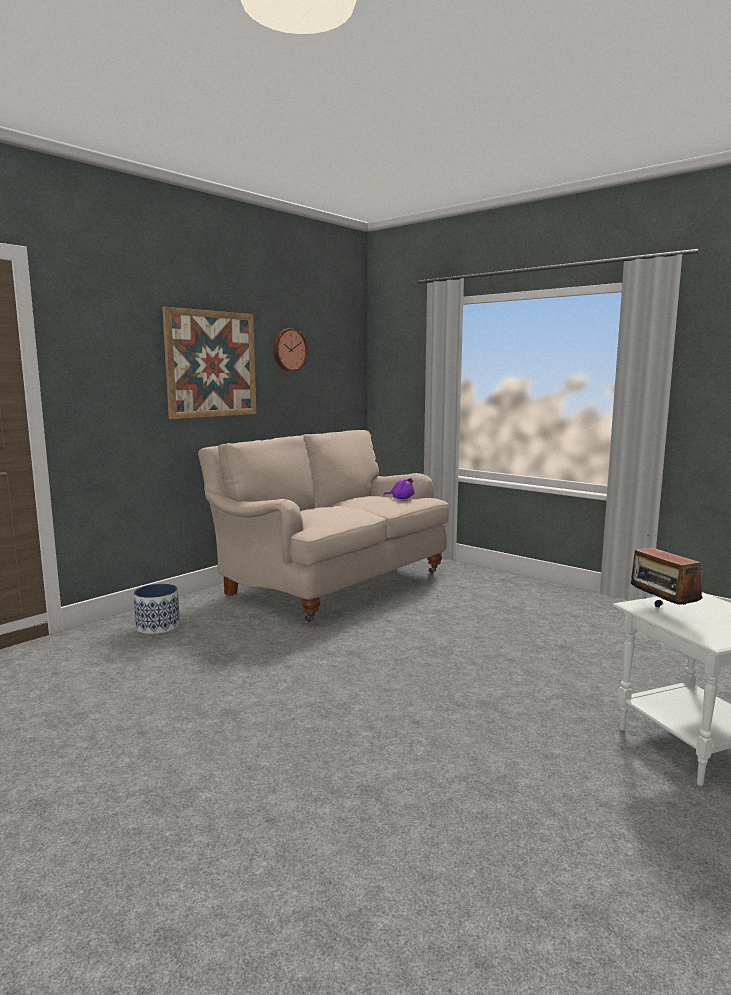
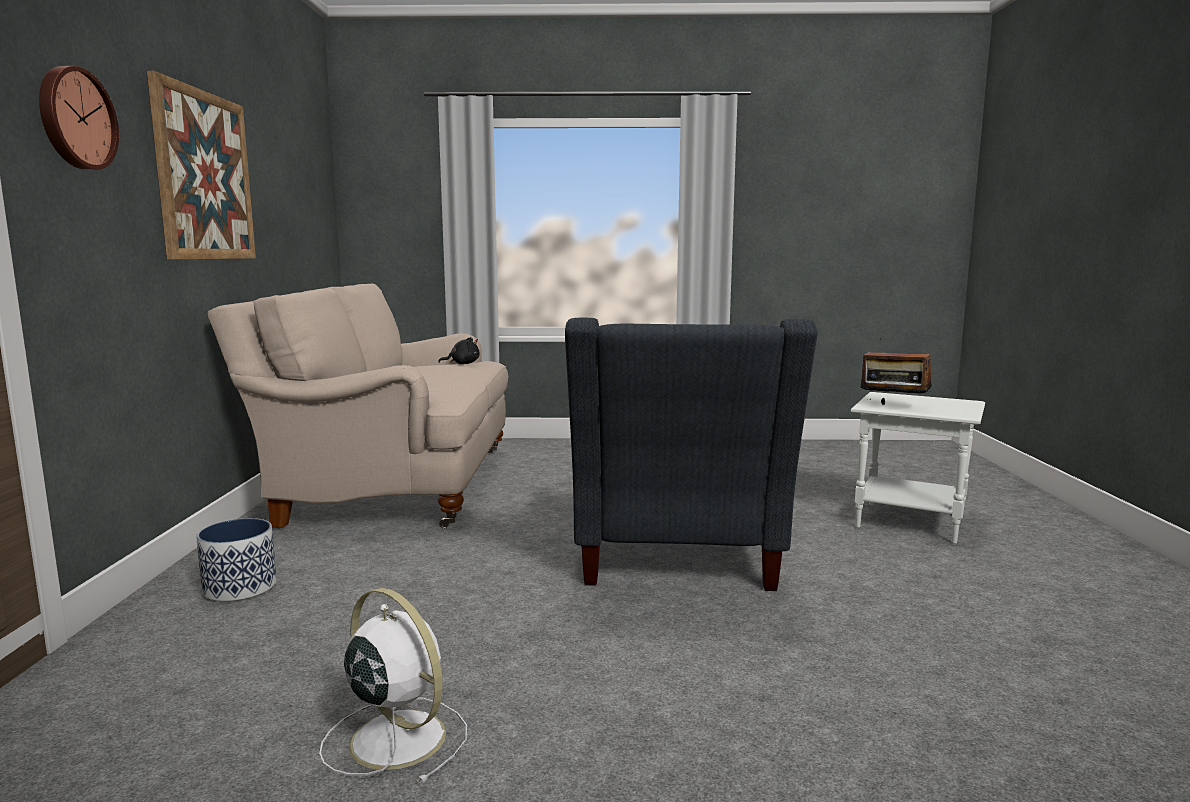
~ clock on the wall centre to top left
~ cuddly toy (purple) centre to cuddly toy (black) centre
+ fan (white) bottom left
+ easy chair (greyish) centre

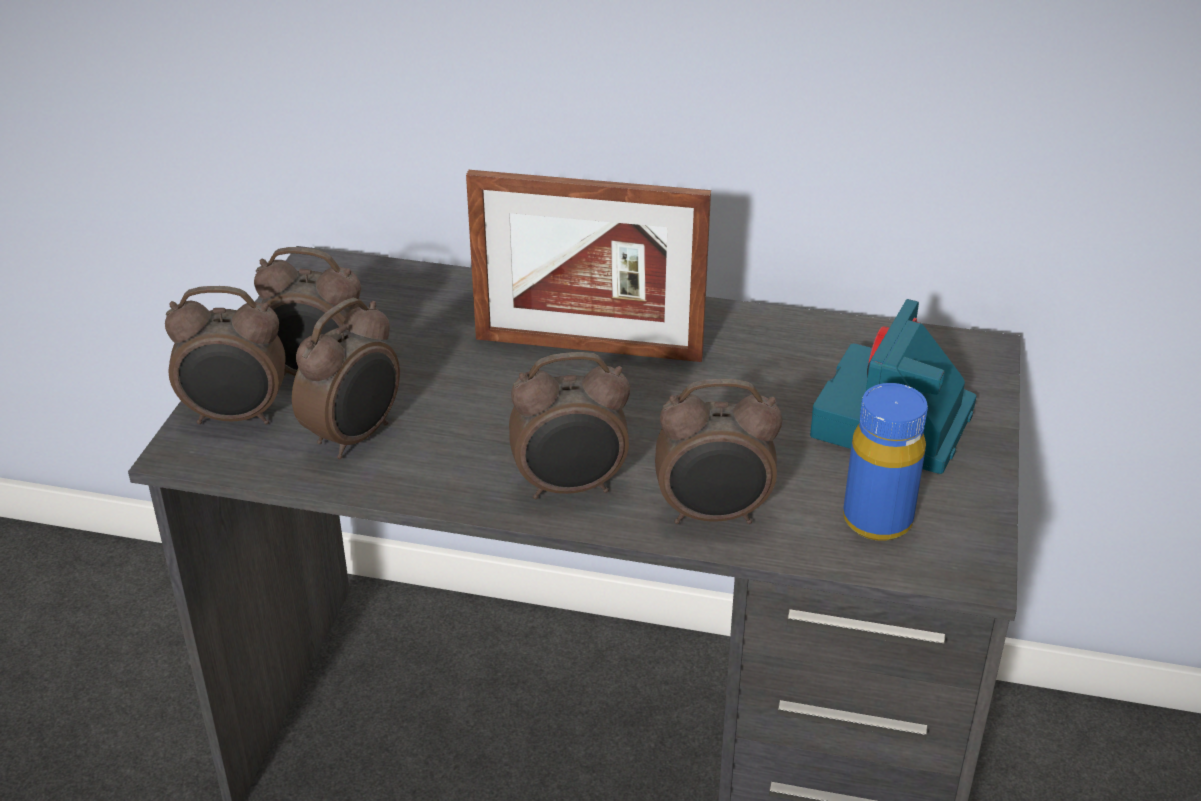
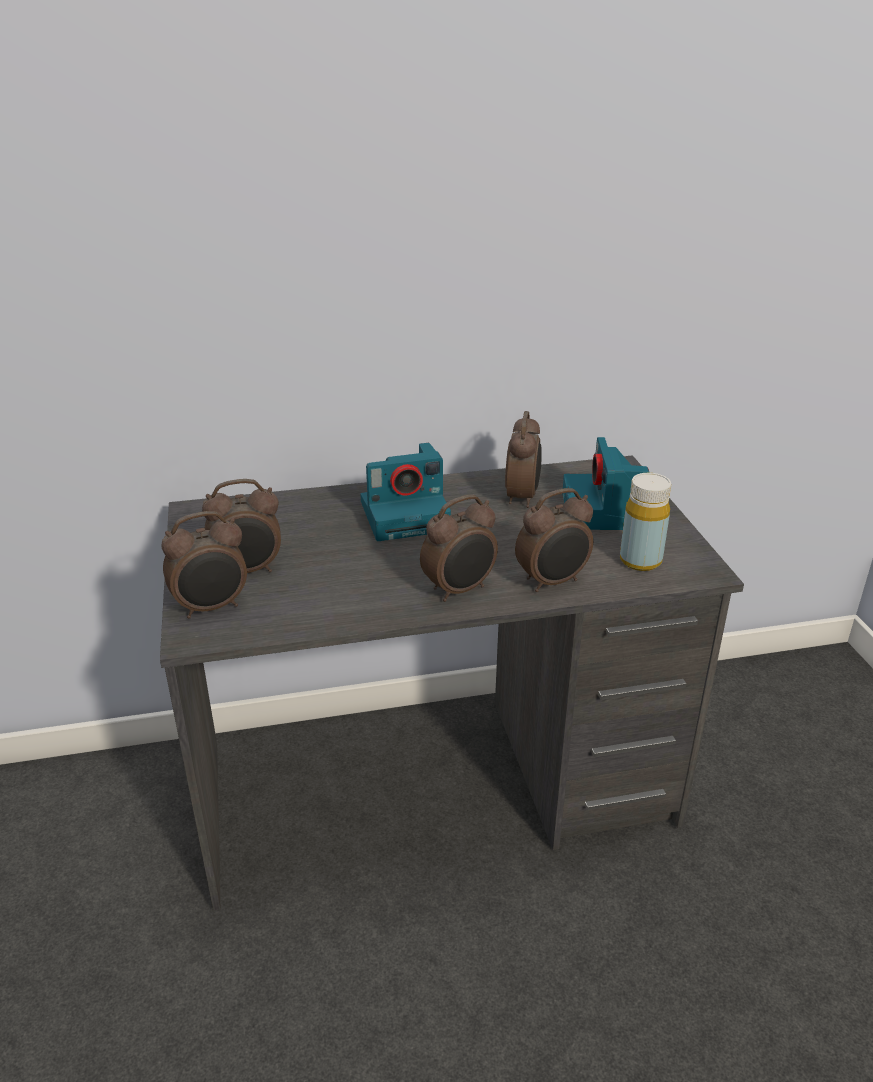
~ table clock (no. 3 from left in the first image) middle left to table clock (no. 4 from left) centre
~ standing frame top centre to still camera (no. 1 from left) centre
~ beverage bottle (blue-coloured) middle right to beverage bottle (yellow-coloured) middle right

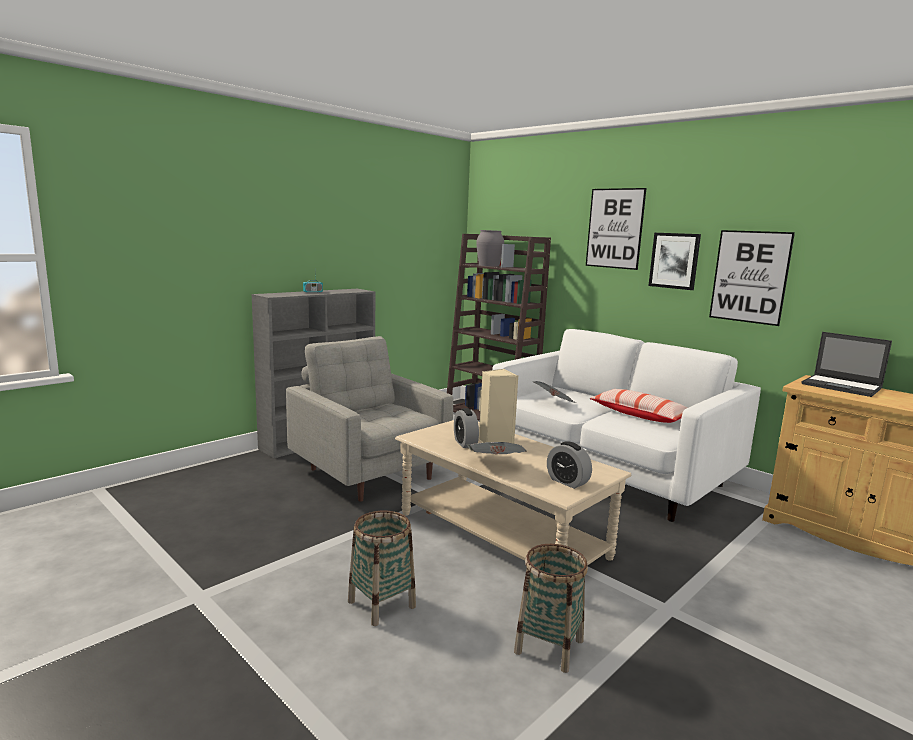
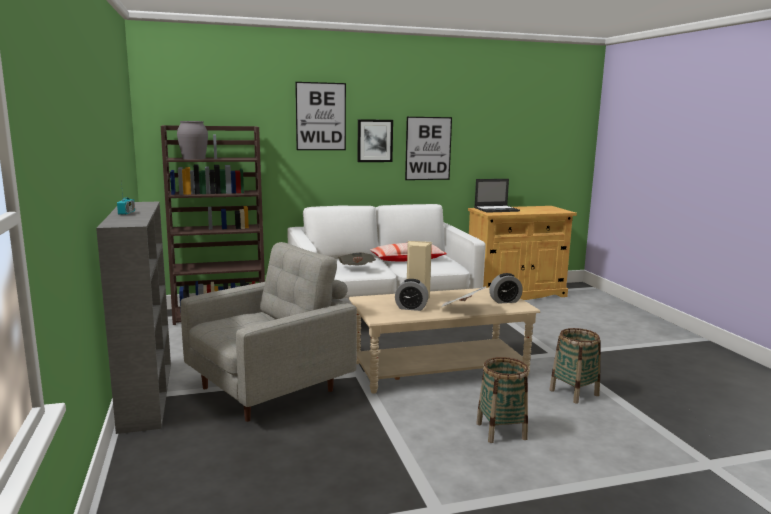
~ easy chair (greyish) centre = centre 150 degrees clockwise

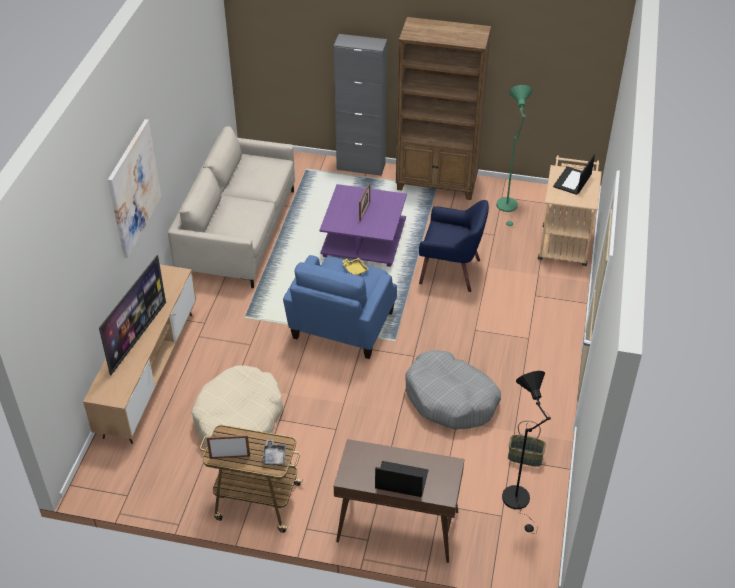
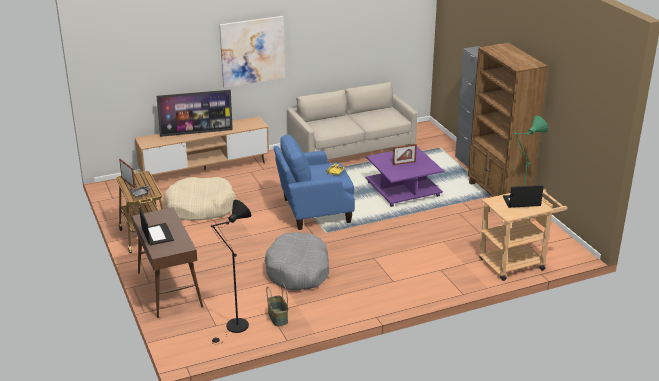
- easy chair (blue-coloured) (no. 2 from left) centre

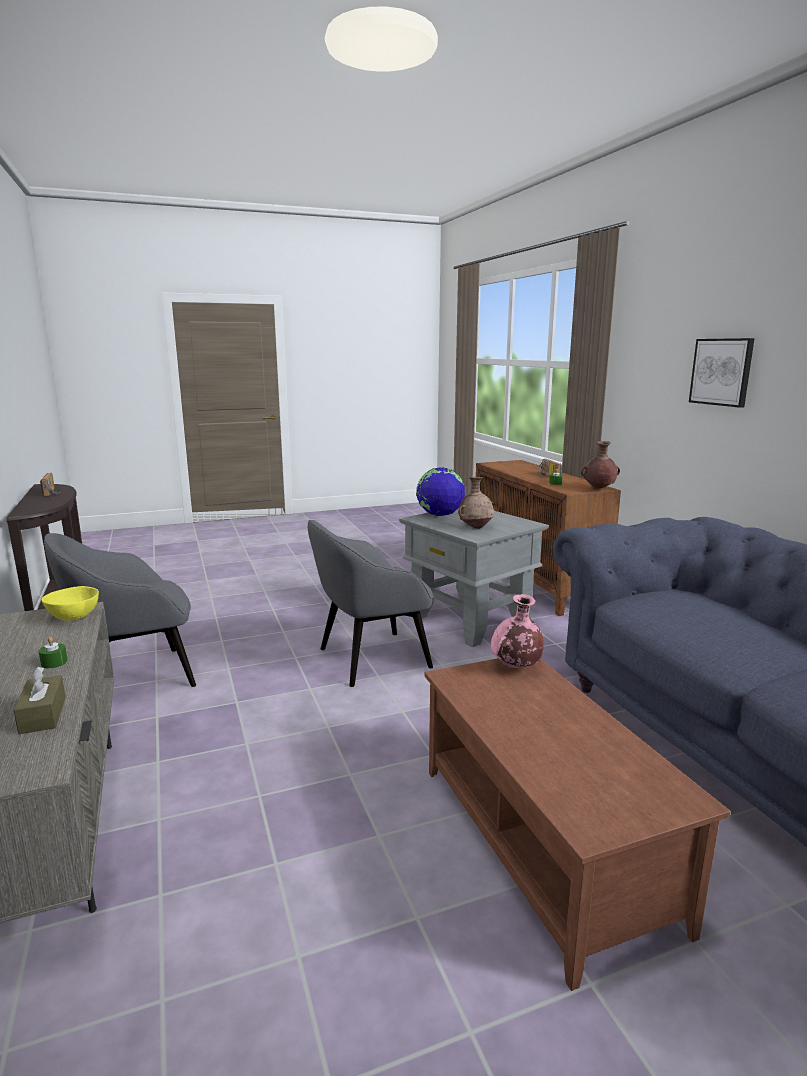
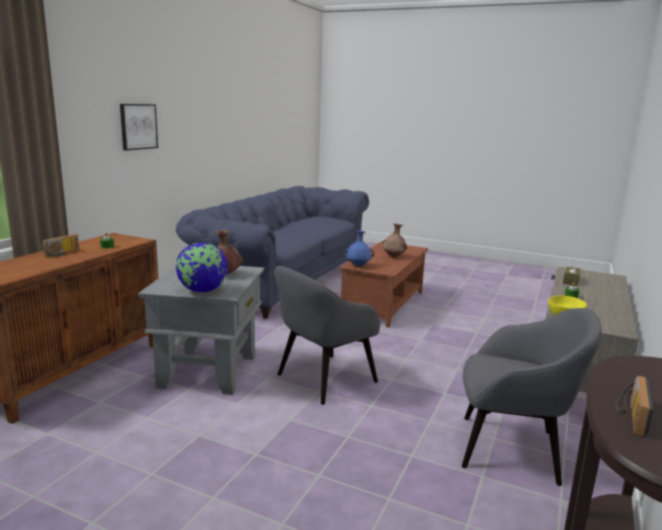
~ easy chair (greyish) (no. 2 from left in the first image) centre = centre 120 degrees clockwise
~ flower vase (pink-coloured) centre to flower vase (blue-coloured) centre
~ flower vase (brownish) (no. 2 from left) middle right to centre

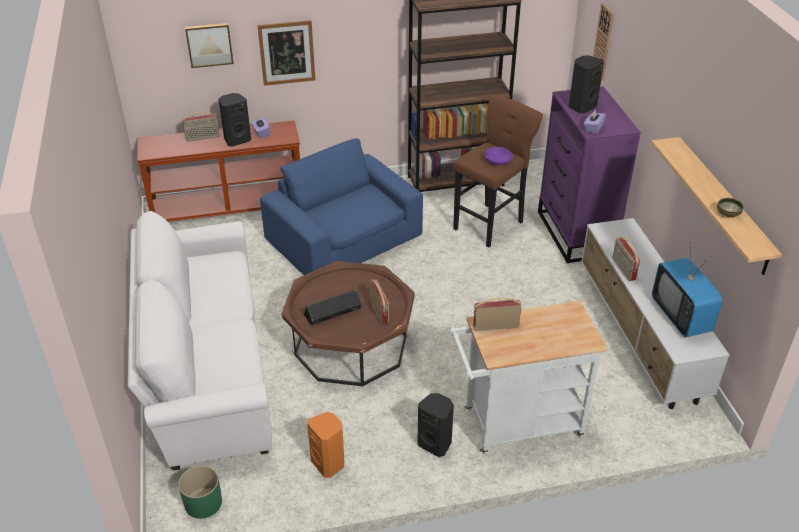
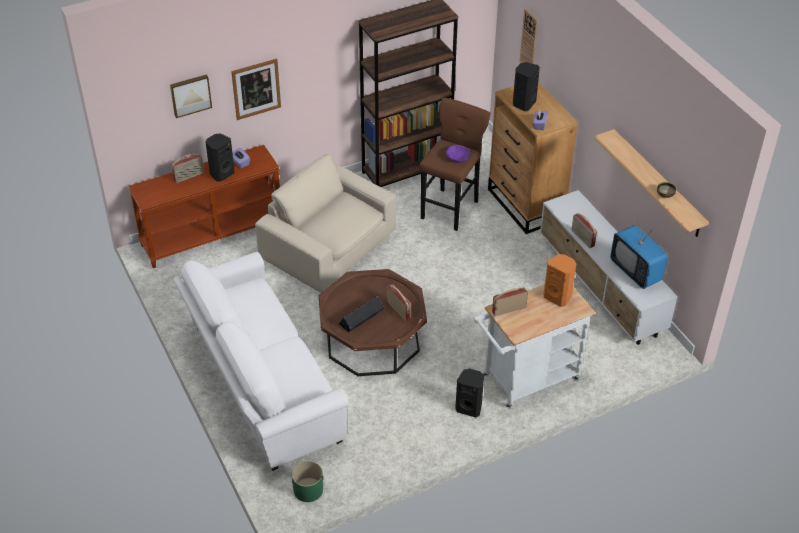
~ easy chair (blue-coloured) centre to easy chair (sand-coloured) centre
~ audio speaker (orange-coloured) bottom centre to middle right
~ dresser (purple) top right to dresser (brownish) top right

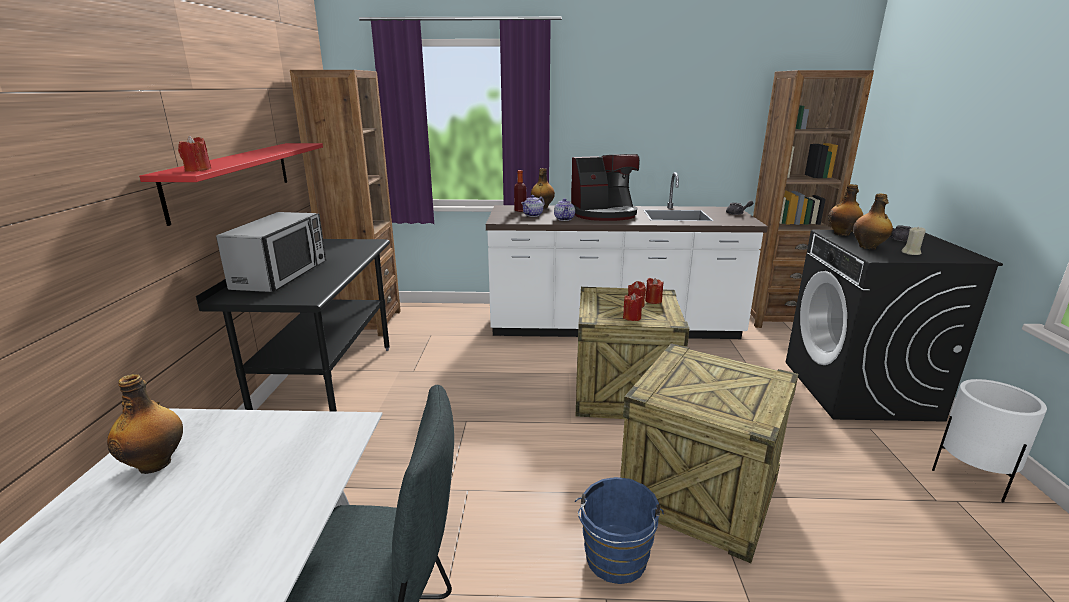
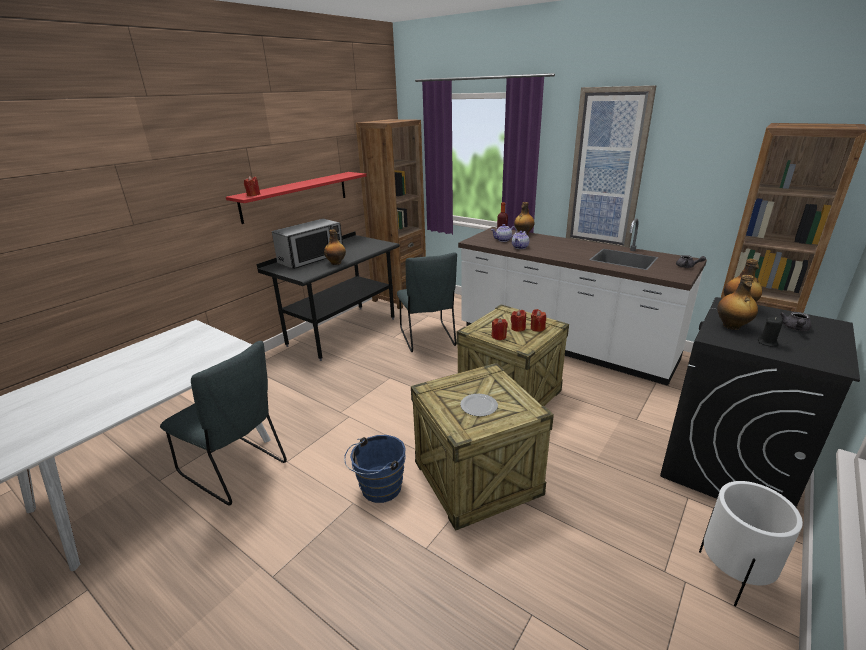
~ beverage bottle (no. 1 from left) bottom left to centre
- coffee brewer top centre
~ wax candle (sand-coloured) middle right to wax candle (black) middle right
+ upright chair (greyish) (no. 2 from left) centre
+ flat dish centre
+ picture top right

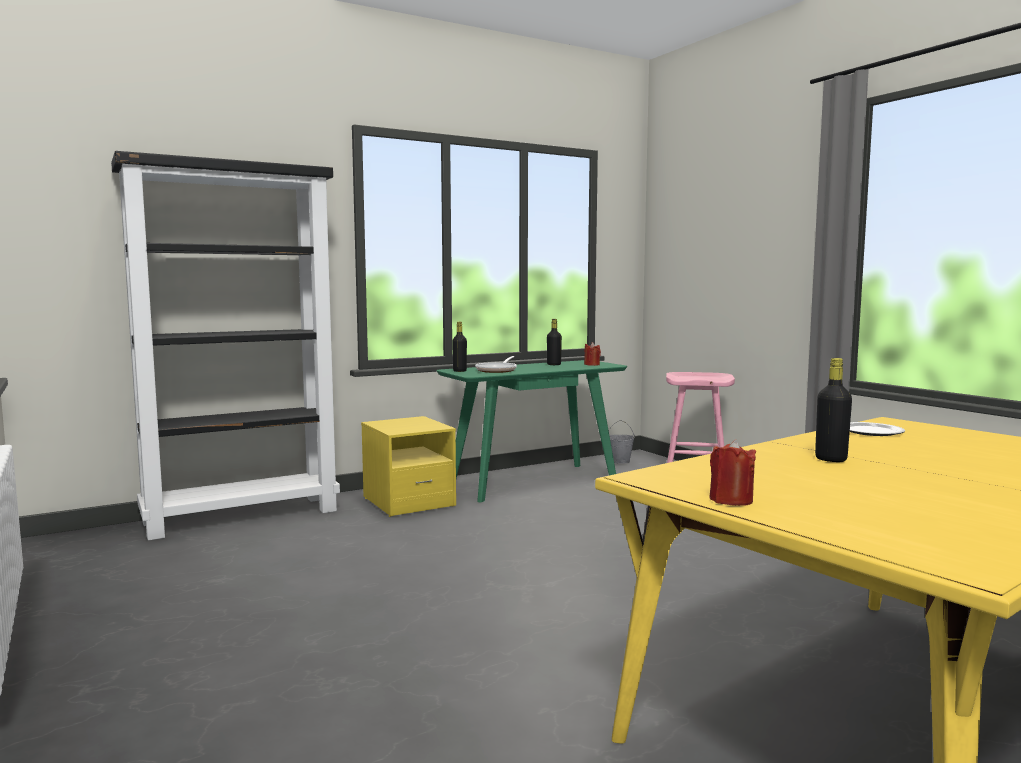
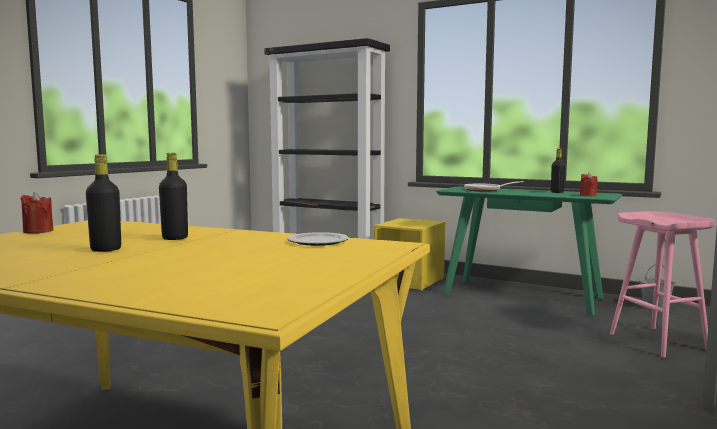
~ beverage bottle (black) (no. 1 from left) centre to middle left

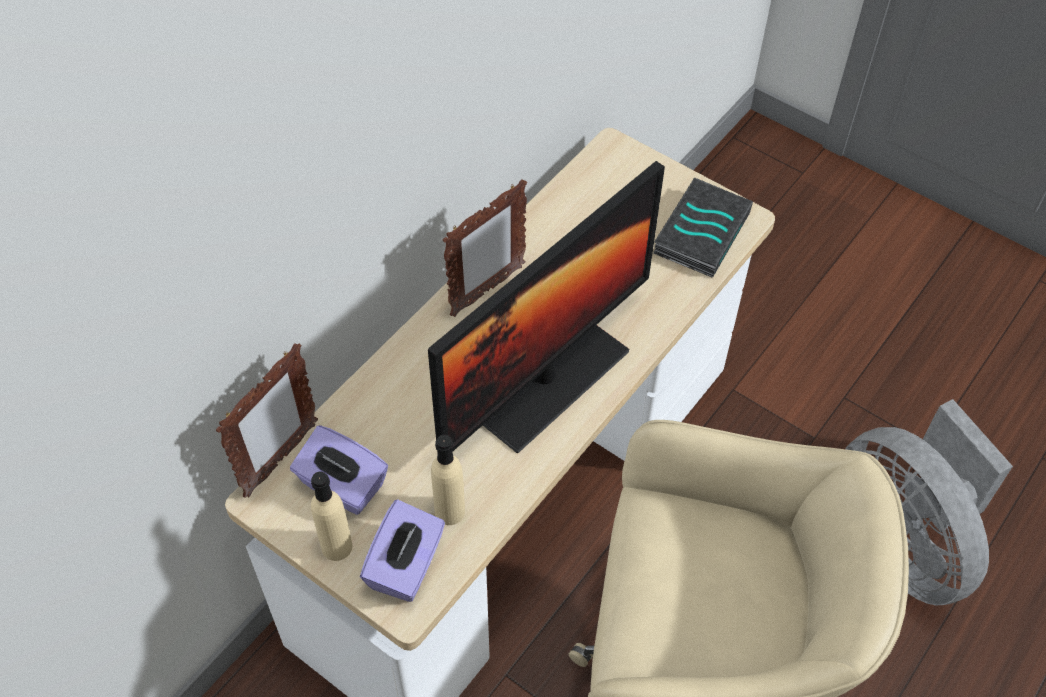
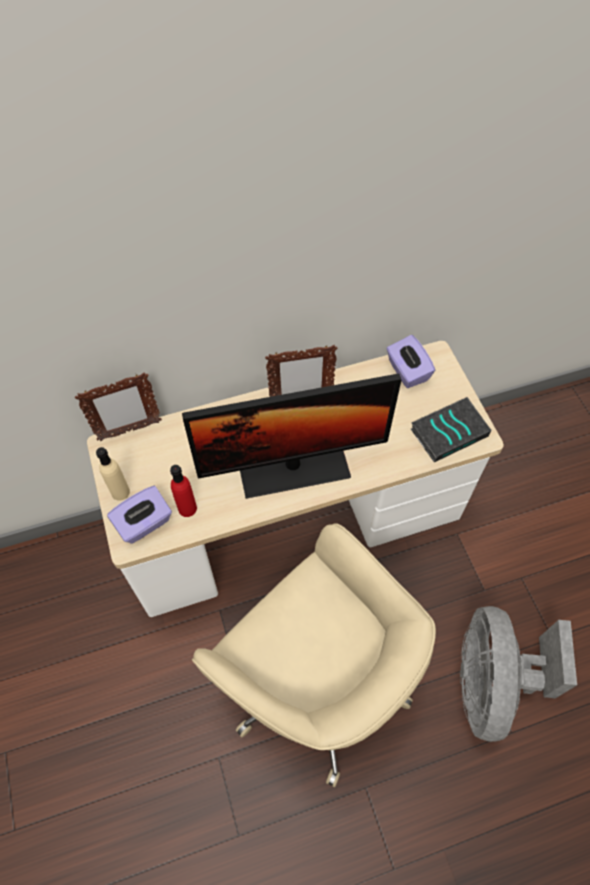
~ tissue box (purple) (no. 1 from left in the first image) bottom left to tissue box (purple) (no. 2 from left) middle right
~ beverage bottle (sand-coloured) (no. 2 from left) bottom centre to beverage bottle (reddish) middle left

